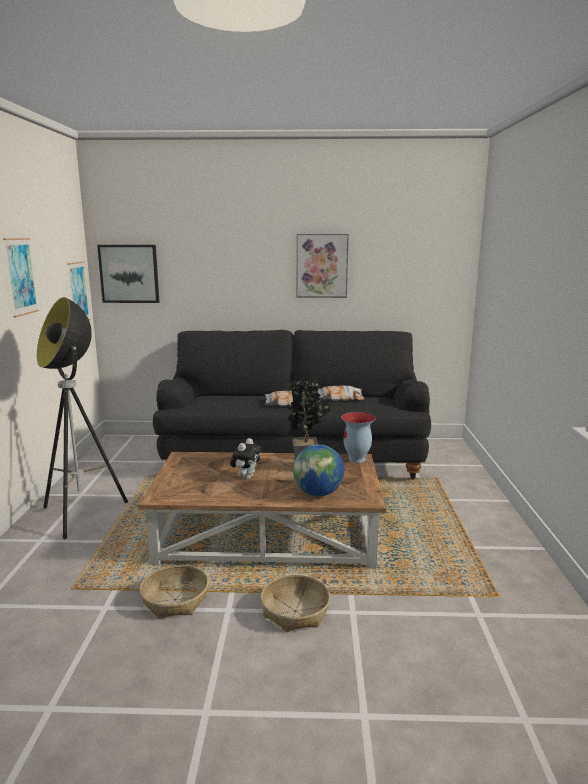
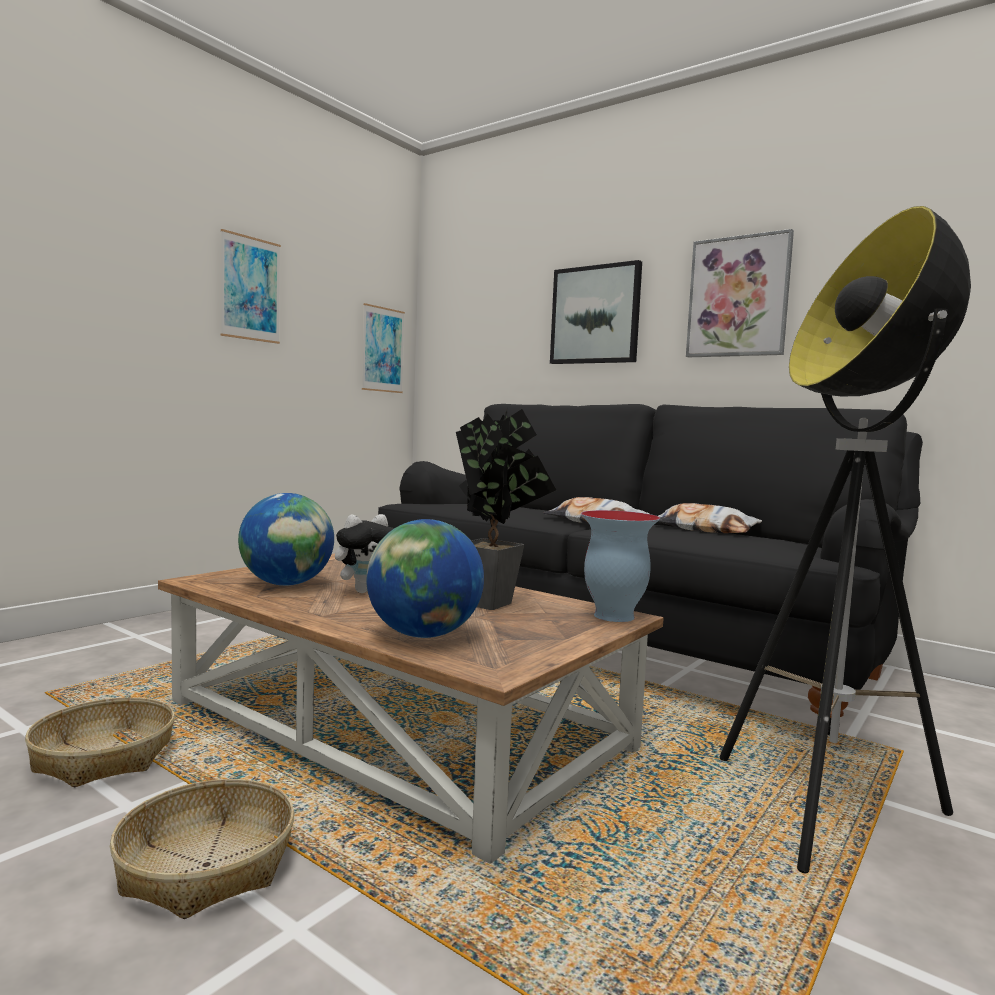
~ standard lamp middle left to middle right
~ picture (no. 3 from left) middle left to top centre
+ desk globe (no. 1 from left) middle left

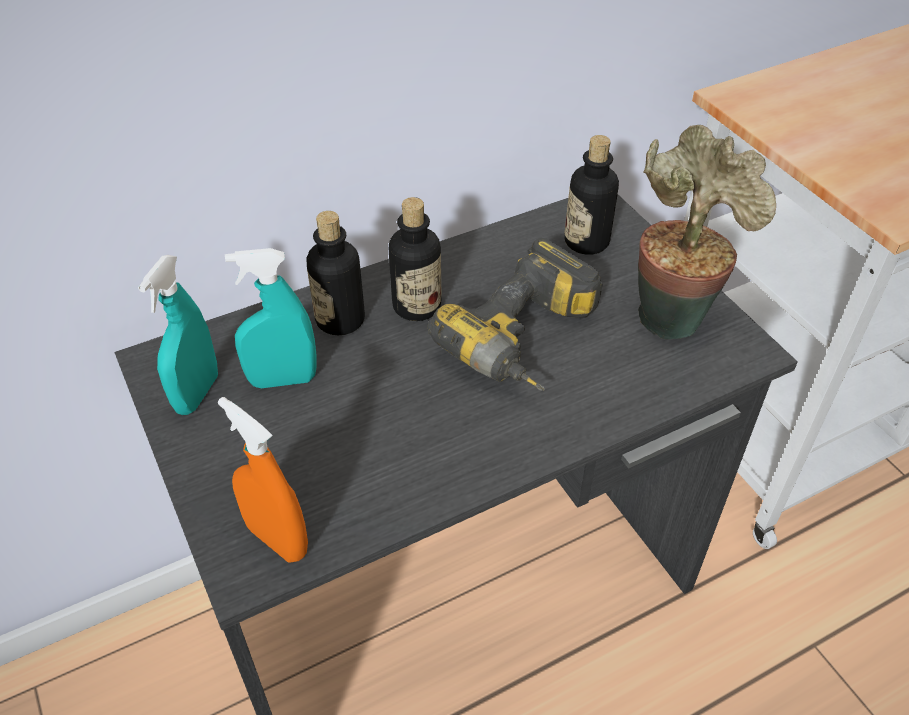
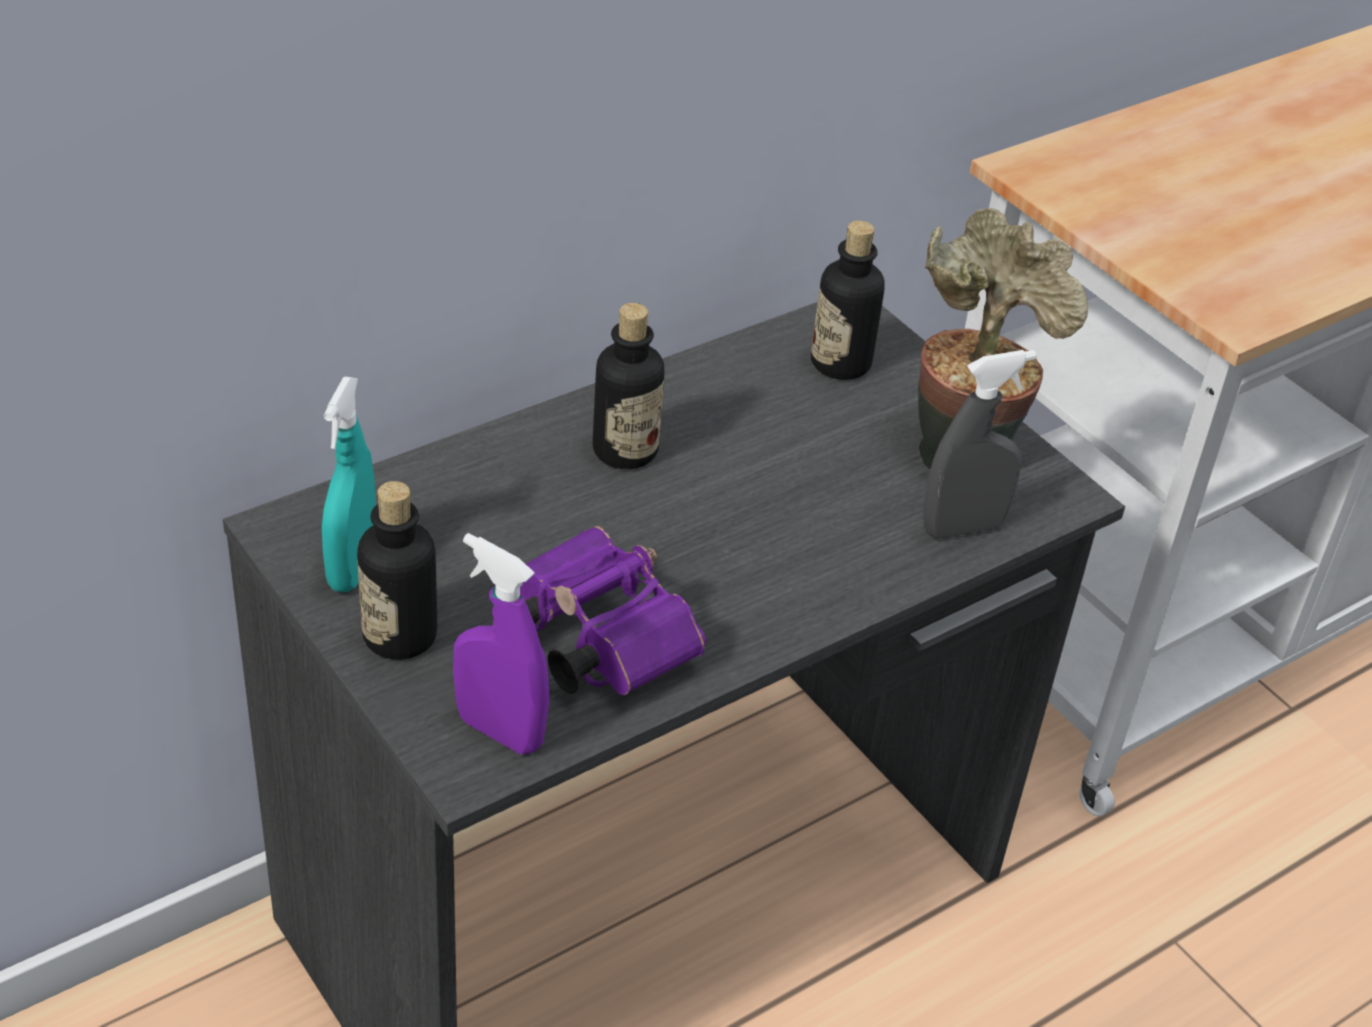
~ hand sprayer (orange-coloured) bottom left to hand sprayer (purple) centre
- hand sprayer (blue-green) (no. 2 from left) middle left
~ beverage bottle (no. 1 from left) centre to middle left
- electric drill centre
+ binoculars (purple) centre
+ hand sprayer (greyish) middle right

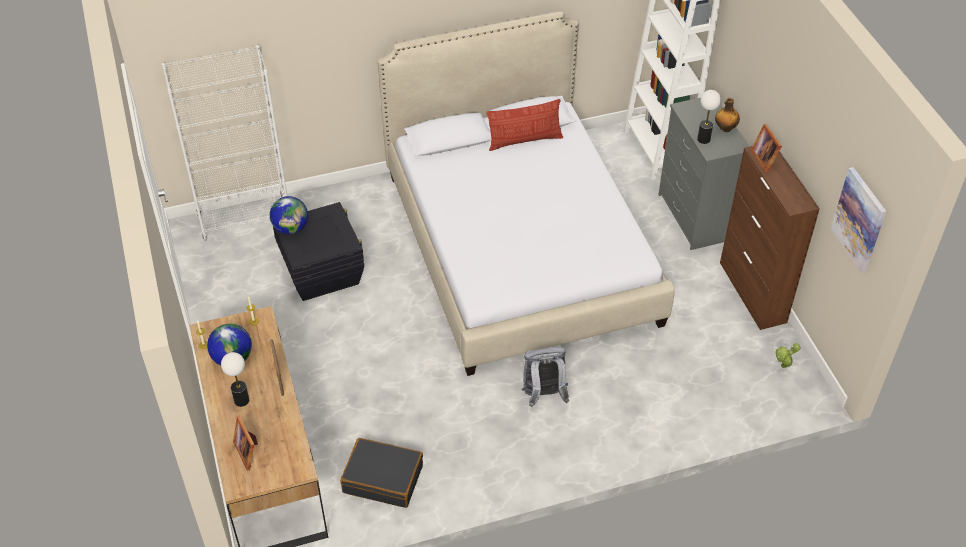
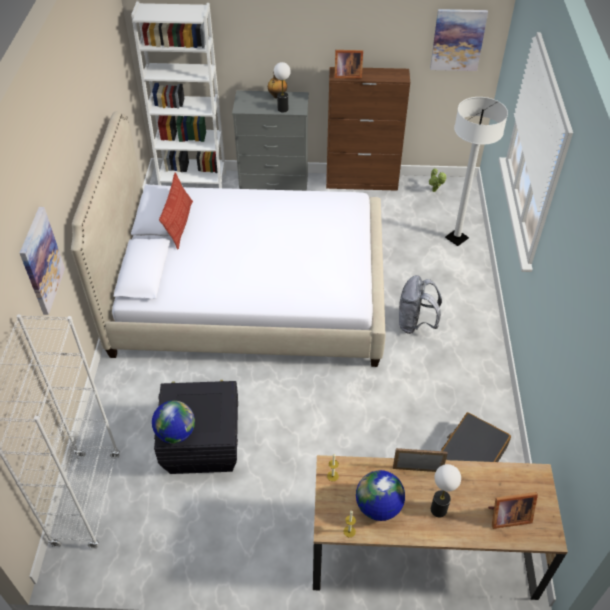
+ picture (no. 1 from left) middle left
+ standard lamp (white) top right

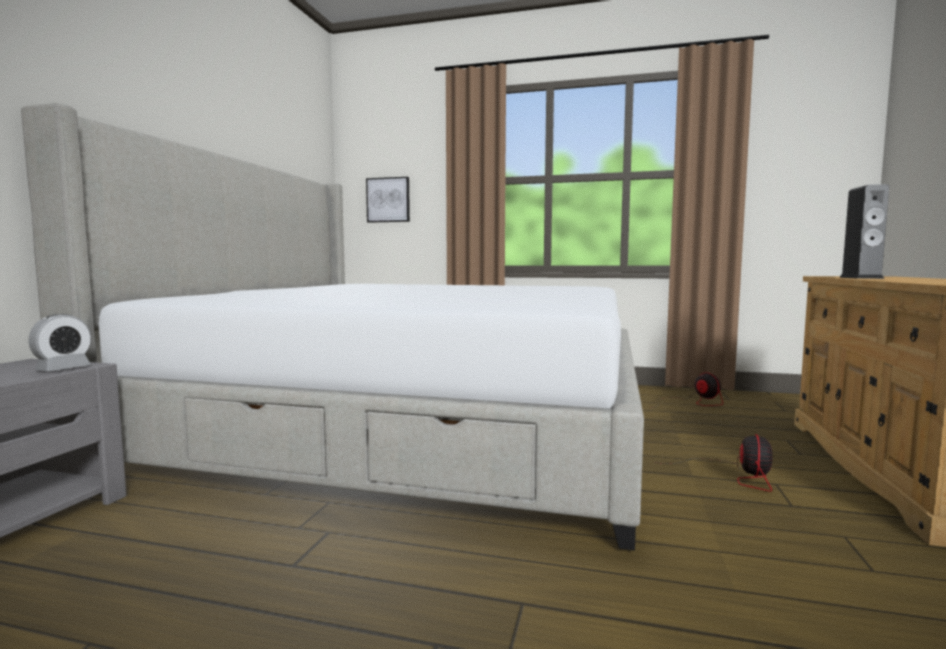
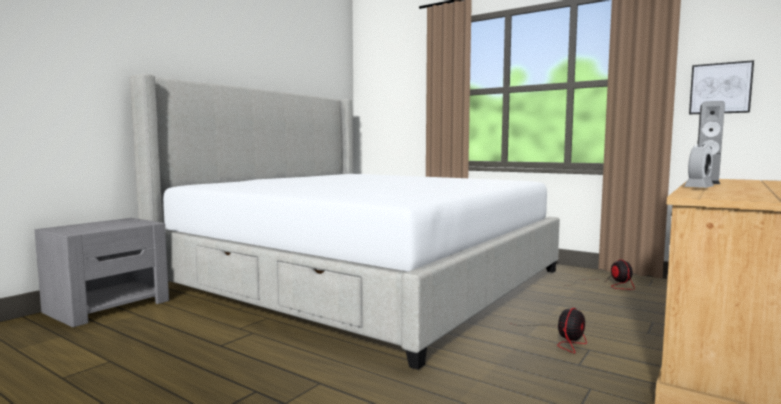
~ table clock middle left to middle right
~ picture top centre to top right

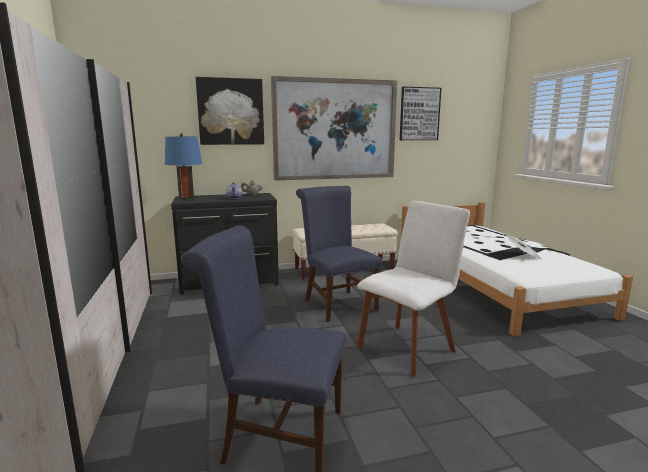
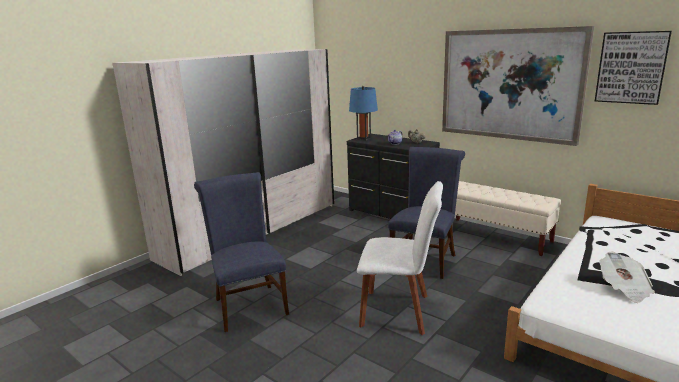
- picture (no. 1 from left) top centre

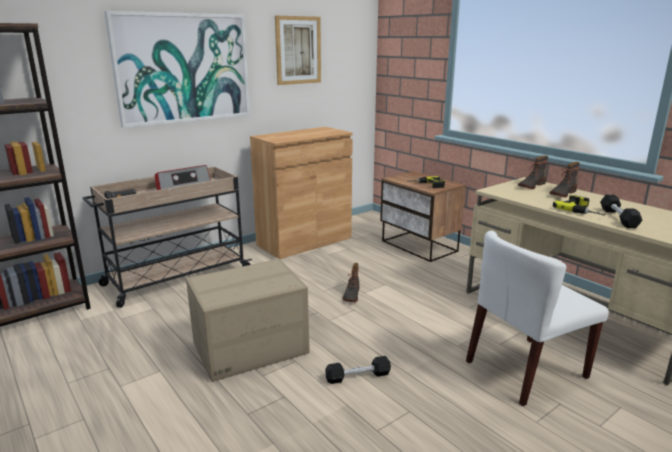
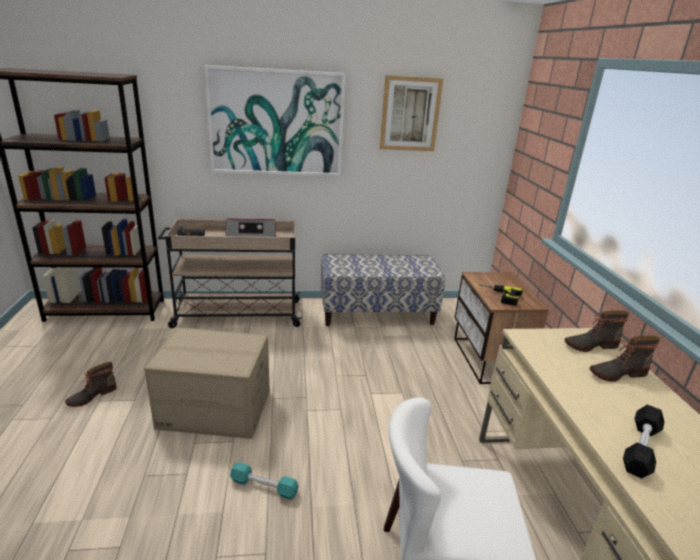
~ cupboard (brownish) centre to bench centre
~ hand weight (black) (no. 1 from left) bottom centre to hand weight (blue-green) bottom centre
~ boot (no. 1 from left) centre to bottom left
- electric drill (no. 2 from left) middle right

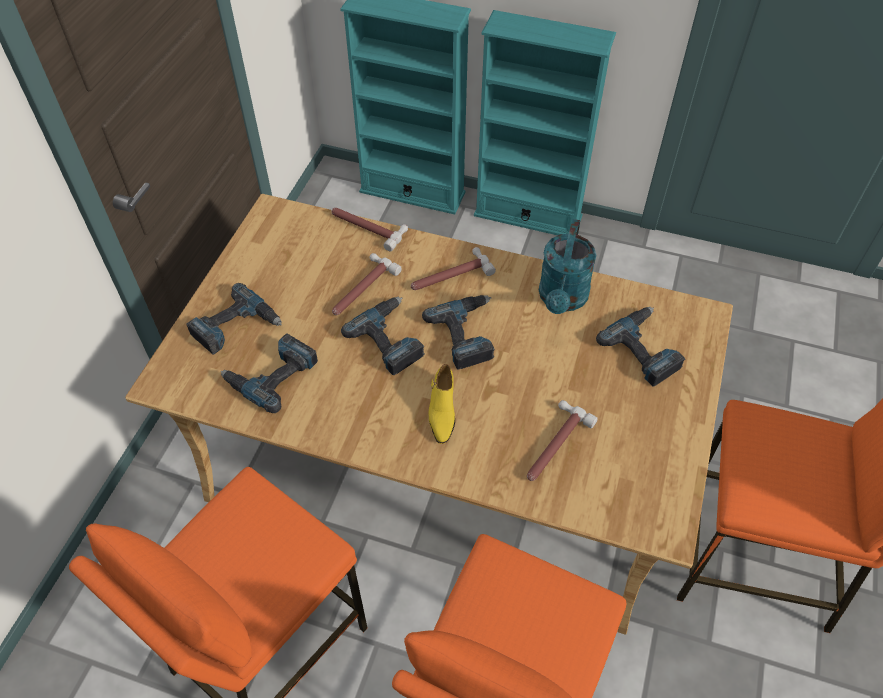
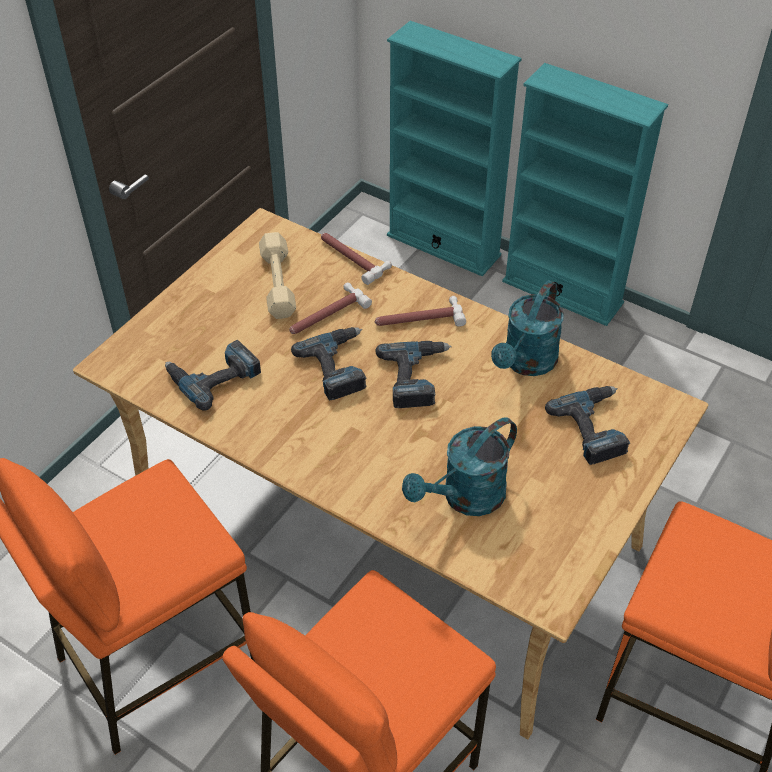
- electric drill (no. 1 from left) middle left
- low shoe (yellow-coloured) centre
~ tool hammer (no. 4 from left) centre to watering can (blue-green) (no. 1 from left) centre
+ hand weight (sand-coloured) centre

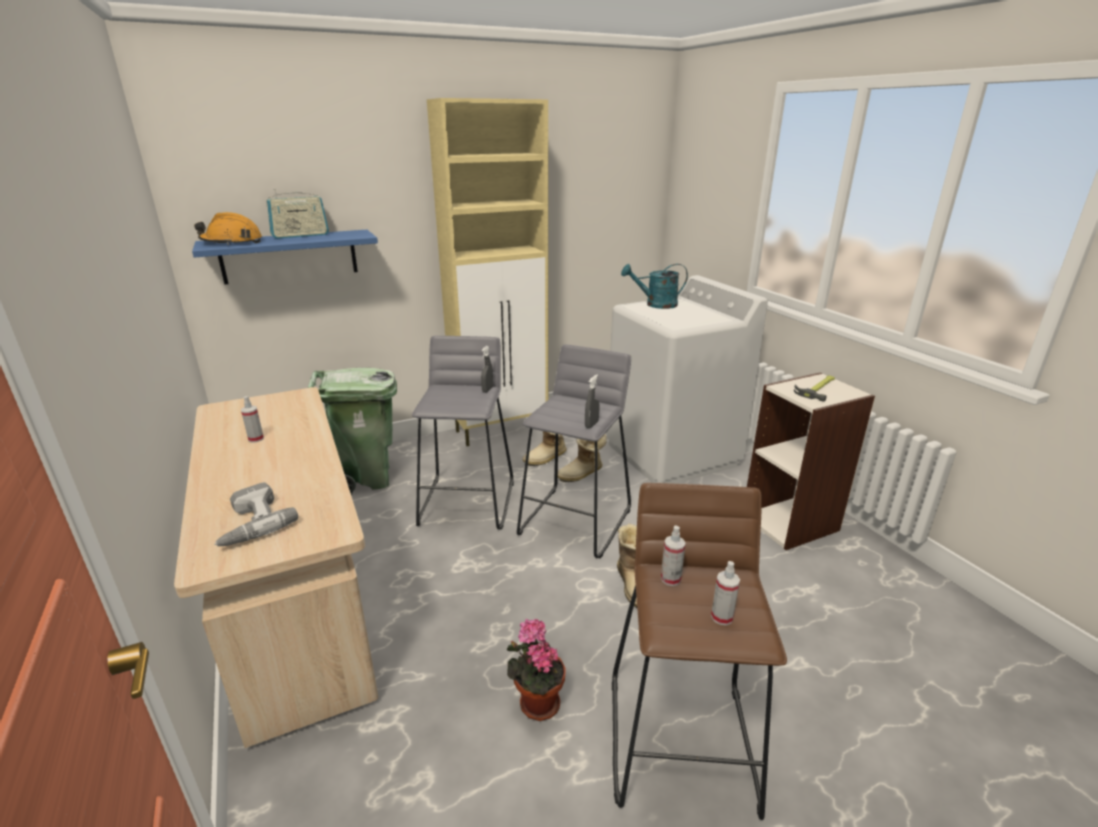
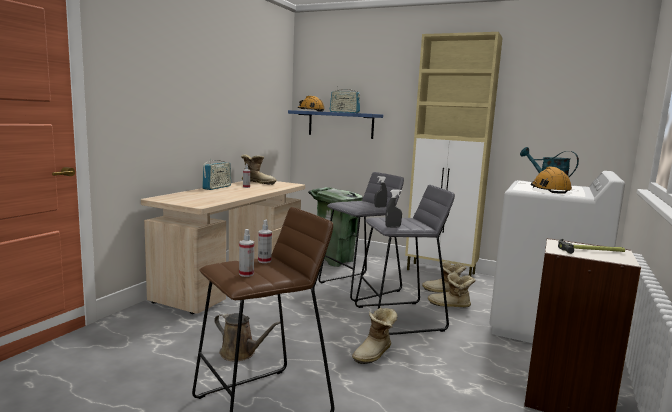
- electric drill middle left
~ houseplant bottom centre to watering can (brownish) bottom centre
+ radio receiver (no. 1 from left) middle left
+ boot (no. 1 from left) centre
+ safety helmet (orange-coloured) (no. 2 from left) middle right

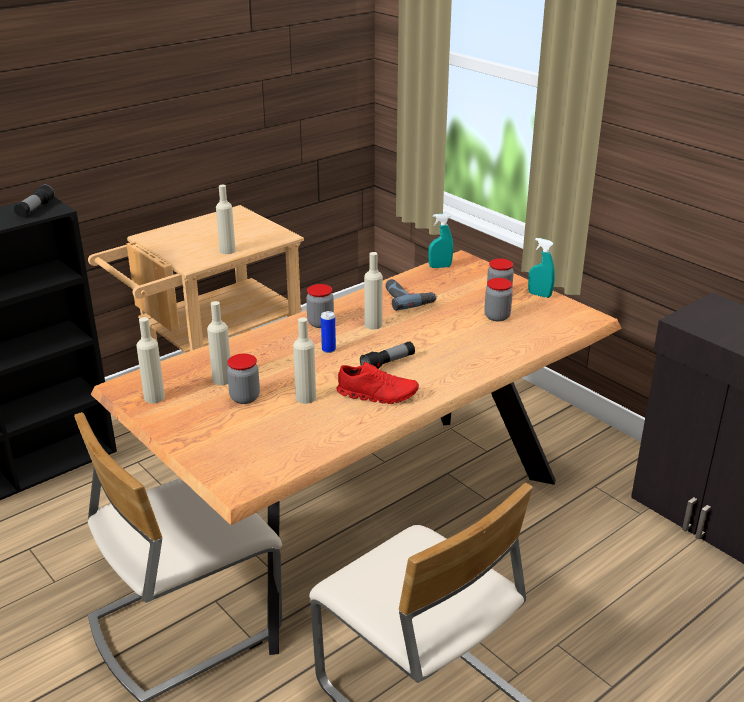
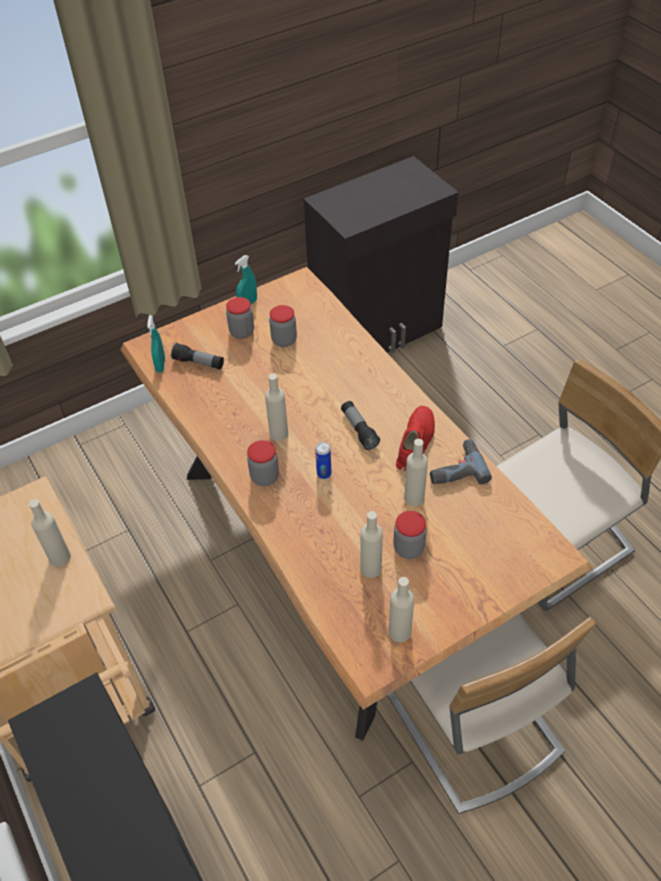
~ flashlight (no. 1 from left) top left to middle left
~ electric drill centre to middle right

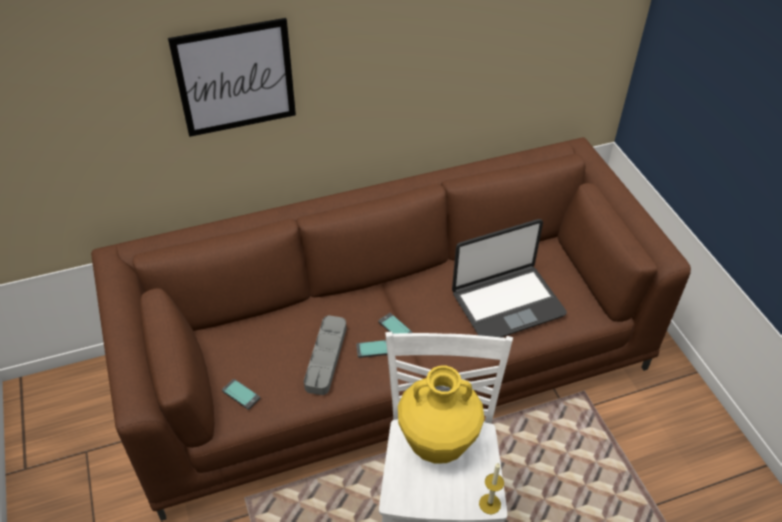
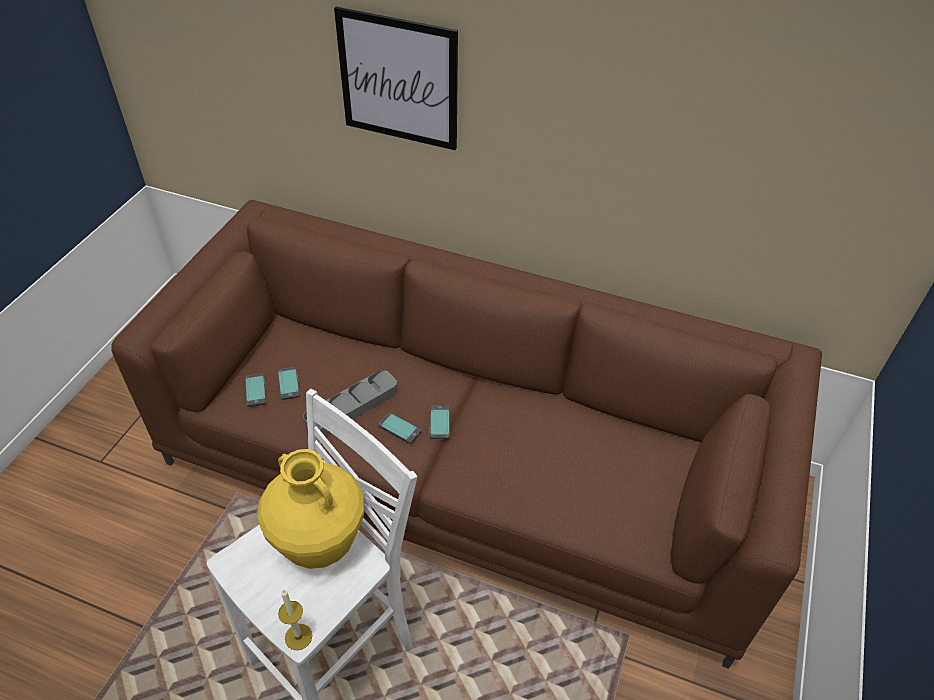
- laptop centre
+ handset (no. 2 from left) middle left

